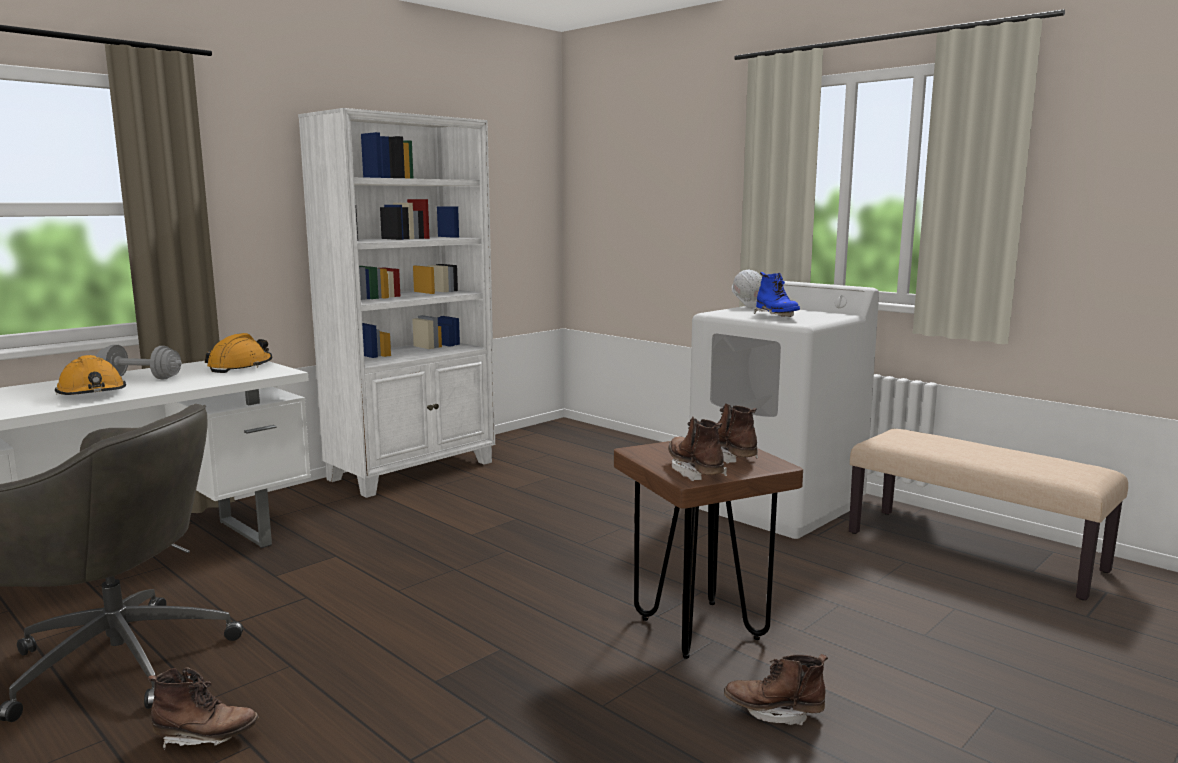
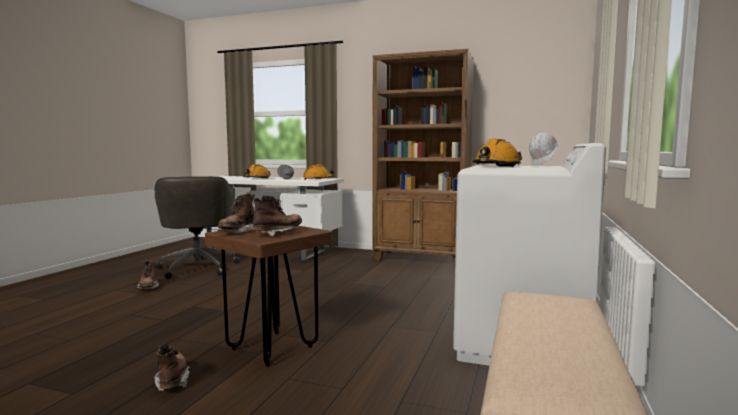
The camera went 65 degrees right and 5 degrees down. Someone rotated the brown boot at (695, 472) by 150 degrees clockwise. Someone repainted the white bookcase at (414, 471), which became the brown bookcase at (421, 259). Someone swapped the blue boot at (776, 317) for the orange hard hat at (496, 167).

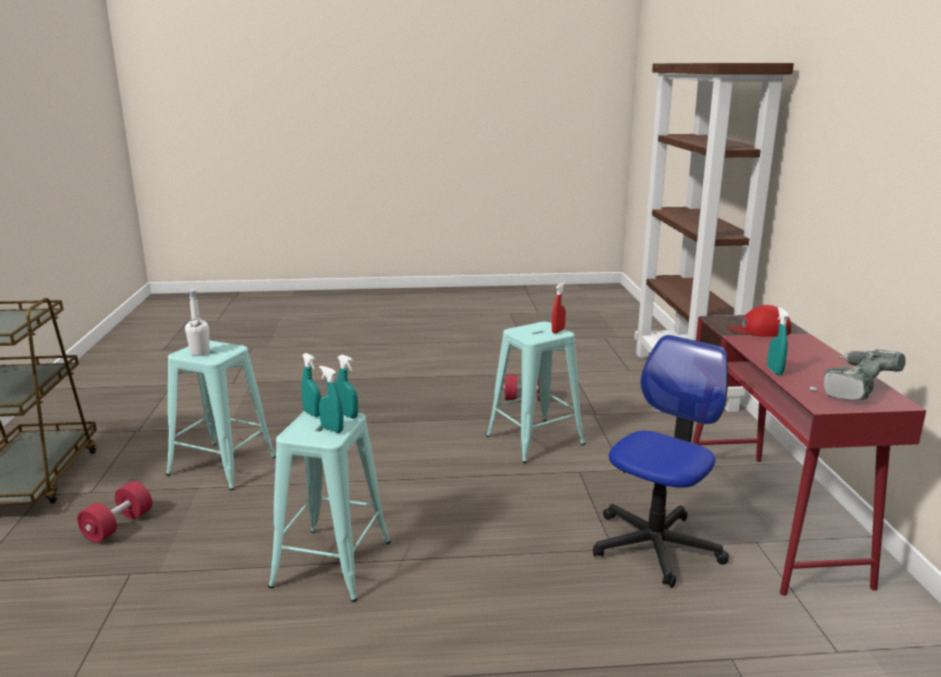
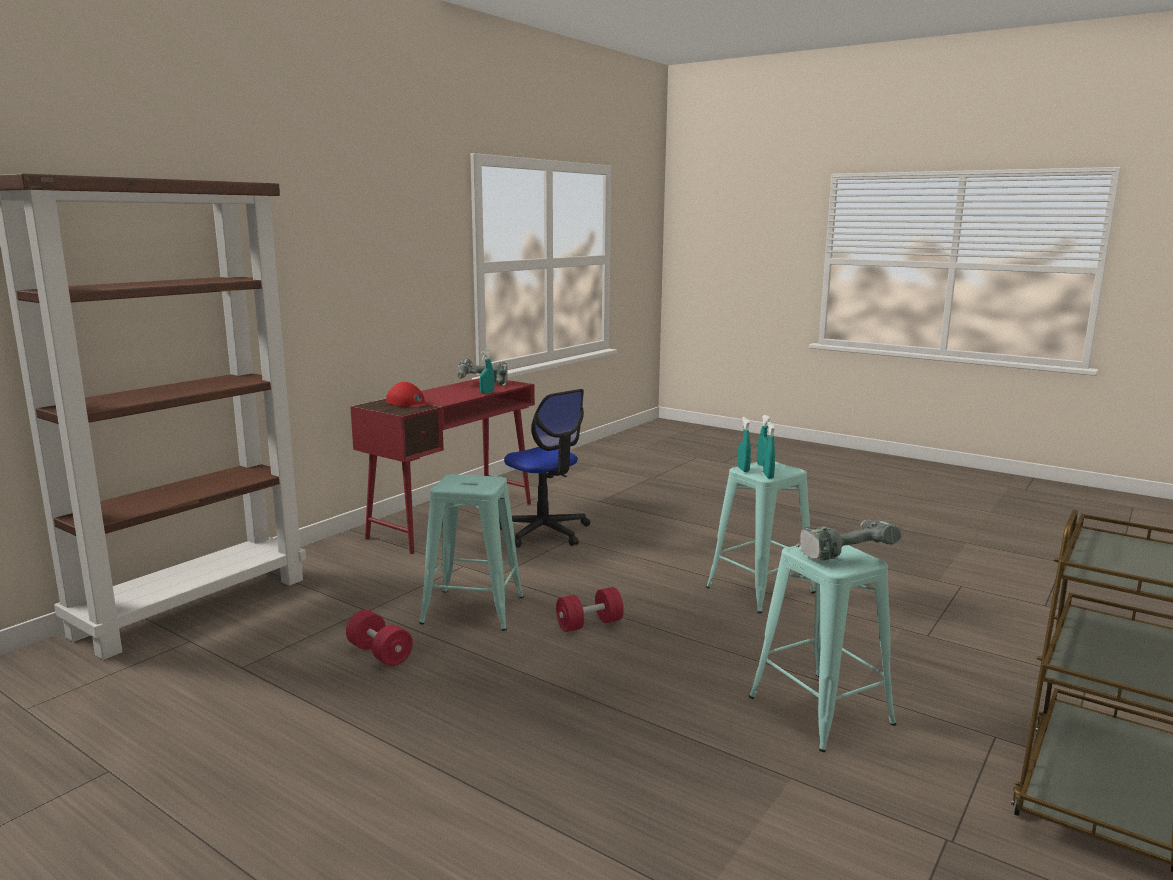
The camera went 140 degrees left and 5 degrees down. Someone rotated the office chair at (655, 546) by 120 degrees counterclockwise. Someone carried the red dumbbell from (118, 526) to (589, 624). Someone swapped the white bottle at (200, 353) for the power drill at (844, 554). Someone took away the red spray bottle at (558, 331).

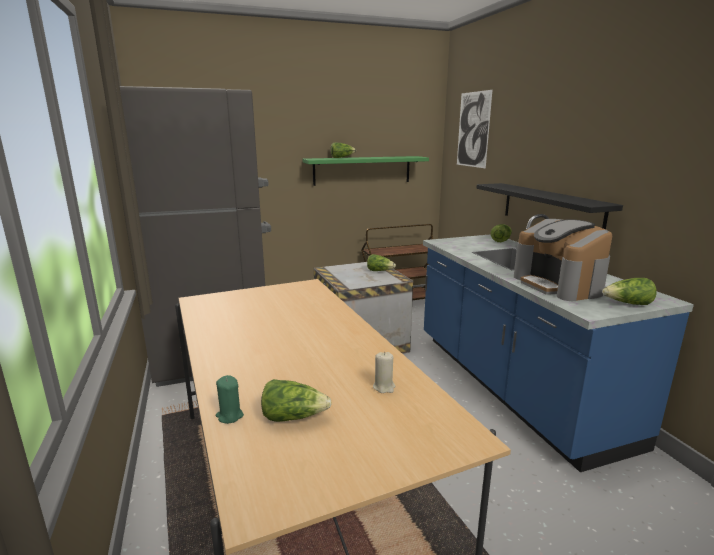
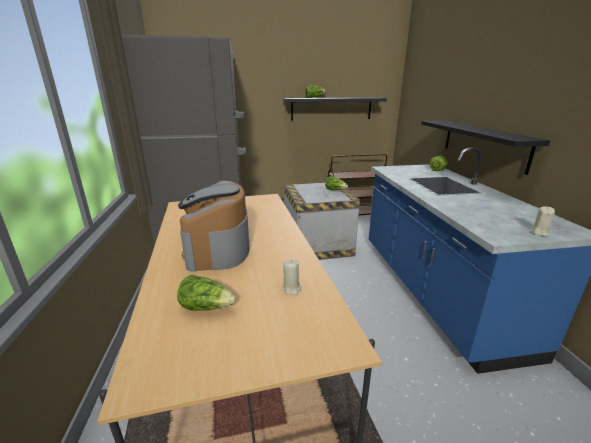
The camera went 10 degrees right and 5 degrees up. Someone carried the coffee machine from (558, 285) to (217, 249). Someone repainted the green shelf at (362, 170), which became the black shelf at (331, 108). Someone swapped the lettuce at (627, 304) for the beige candle at (539, 233). Someone took away the green candle at (229, 416). Someone took away the picture at (473, 129).

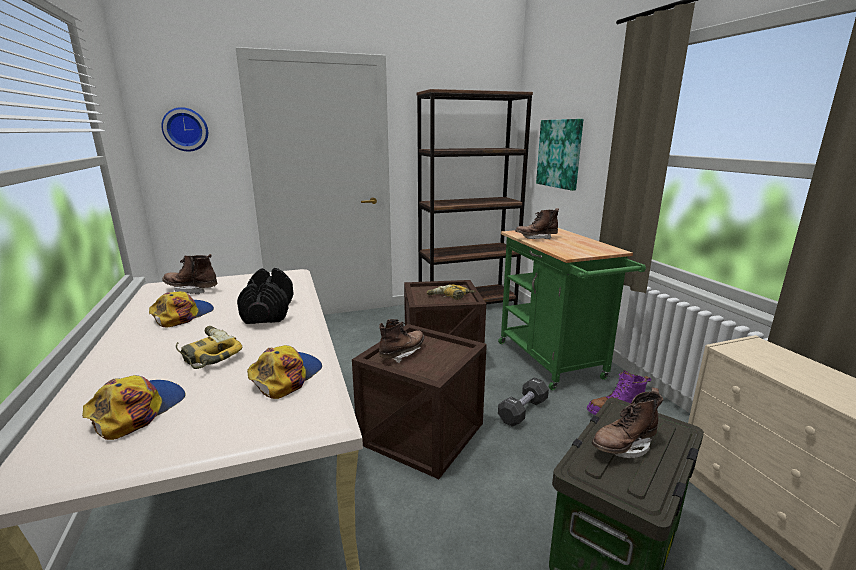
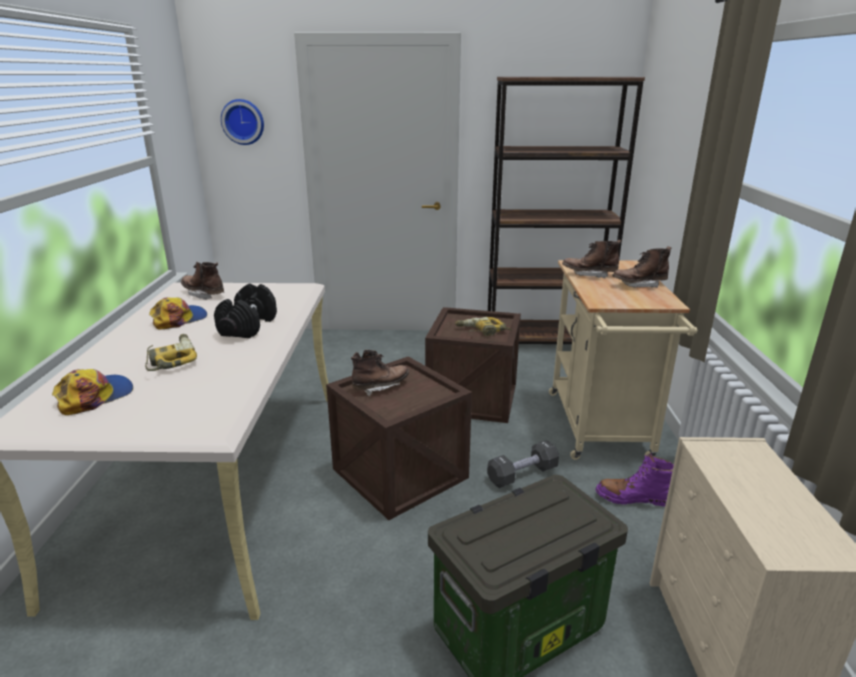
The camera went 20 degrees right and 5 degrees up. Someone repainted the green cart at (554, 363), which became the beige cart at (600, 429). Someone carried the brown boot from (623, 446) to (639, 285). Someone took away the cap at (286, 376). Someone took away the picture at (560, 153).

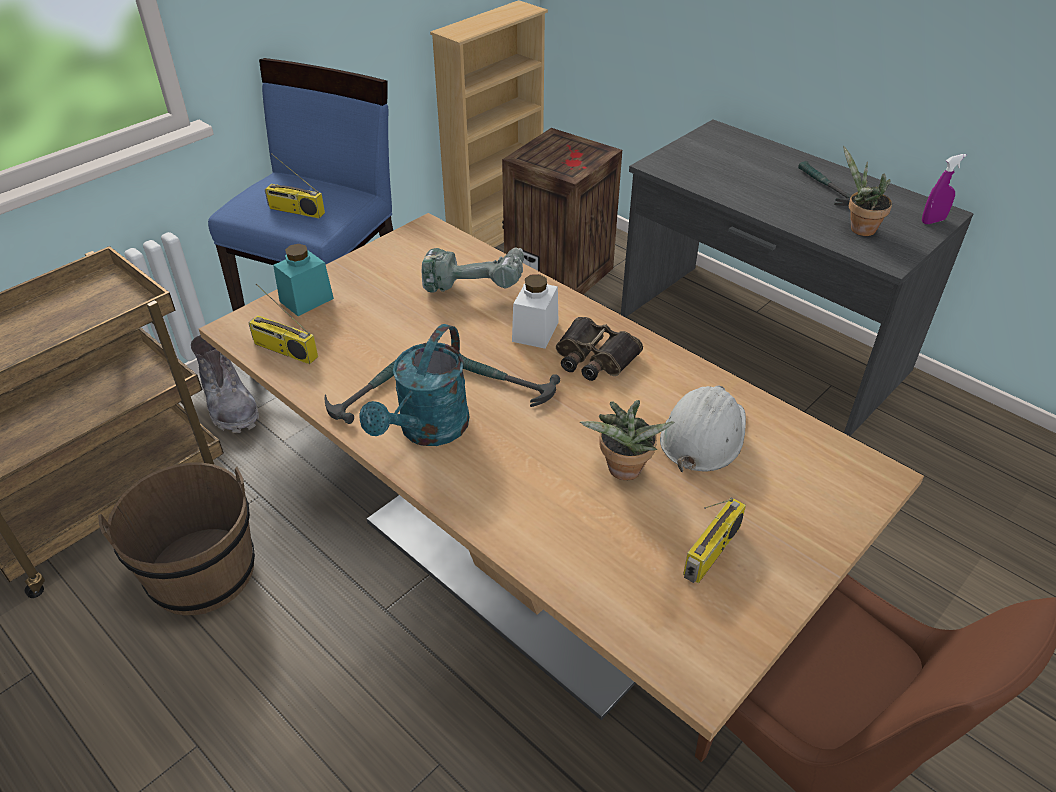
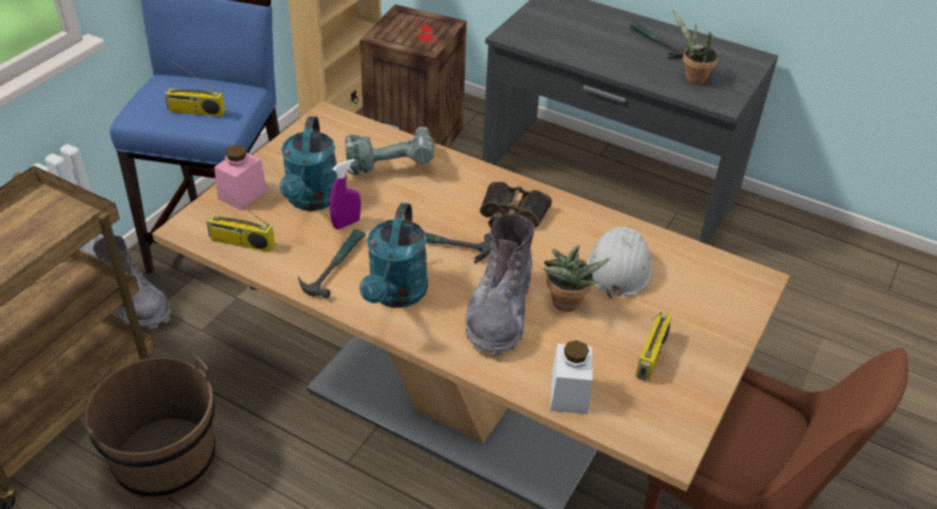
The camera went 15 degrees left and 0 degrees up. Someone repainted the turquoise jar at (306, 300), which became the pink jar at (242, 195). Someone put down the turquoise watering can at (311, 201). Someone carried the purple spray bottle from (933, 221) to (346, 223). Someone put down the grey boot at (499, 312). Someone carried the white jar from (535, 332) to (569, 393).

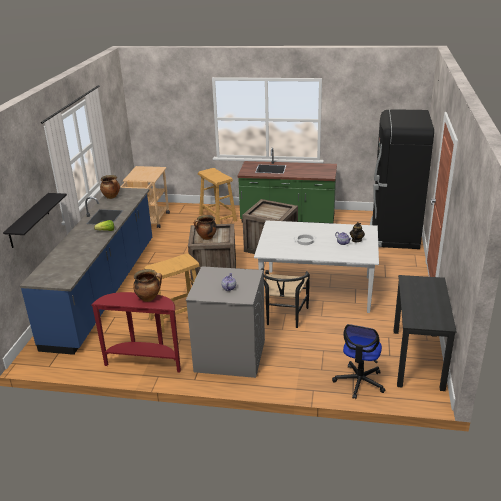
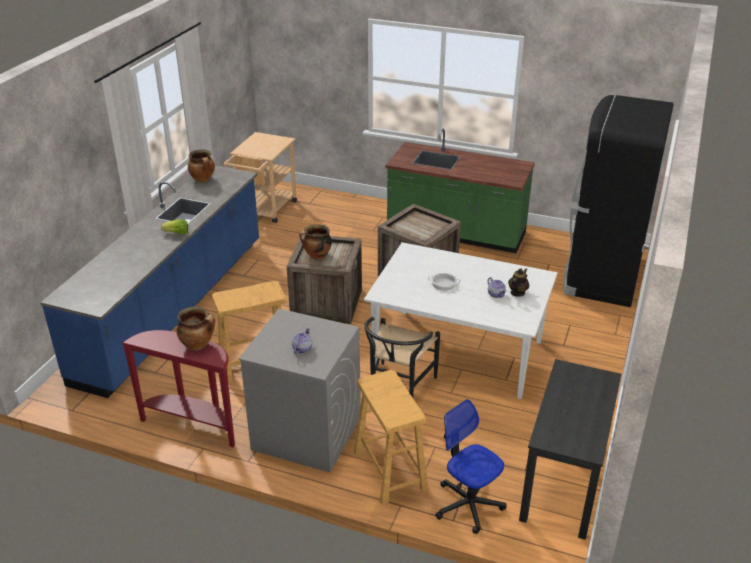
The camera went 10 degrees right and 5 degrees up. Someone carried the beige stool from (218, 217) to (390, 471). Someone rotated the office chair at (359, 382) by 105 degrees clockwise. Someone took away the black shelf at (29, 220).

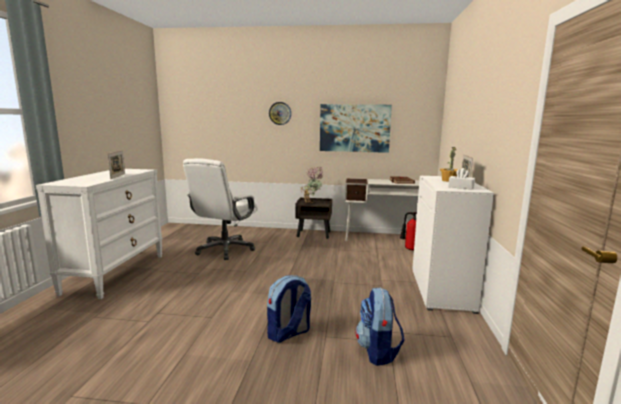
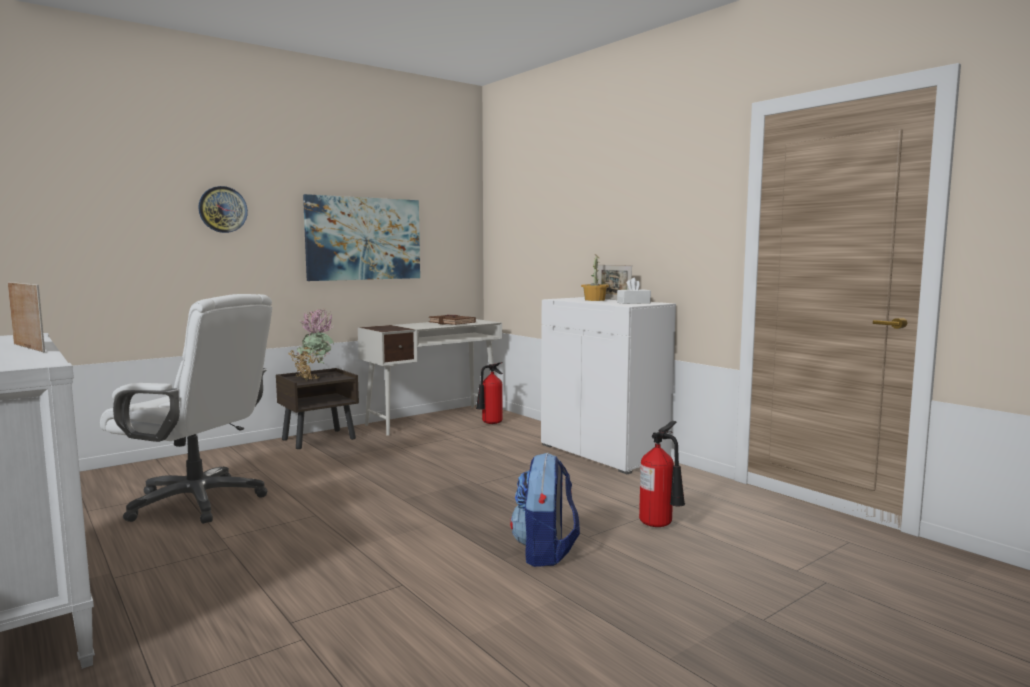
The camera went 45 degrees left and 5 degrees down. Someone rotated the white office chair at (225, 249) by 45 degrees counterclockwise. Someone swapped the backpack at (378, 351) for the fire extinguisher at (660, 525).

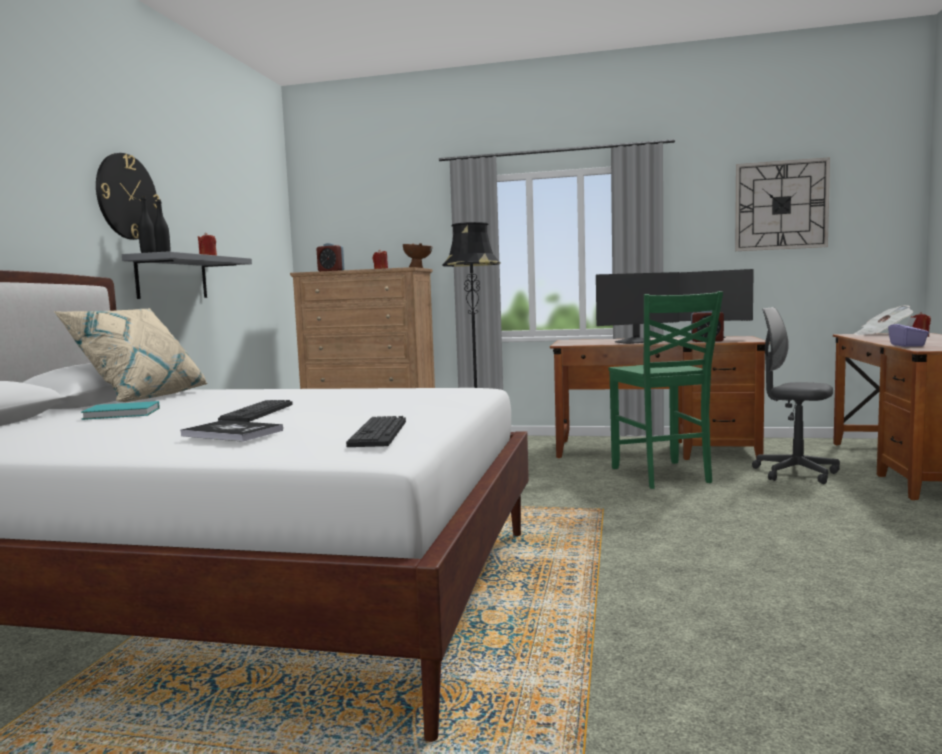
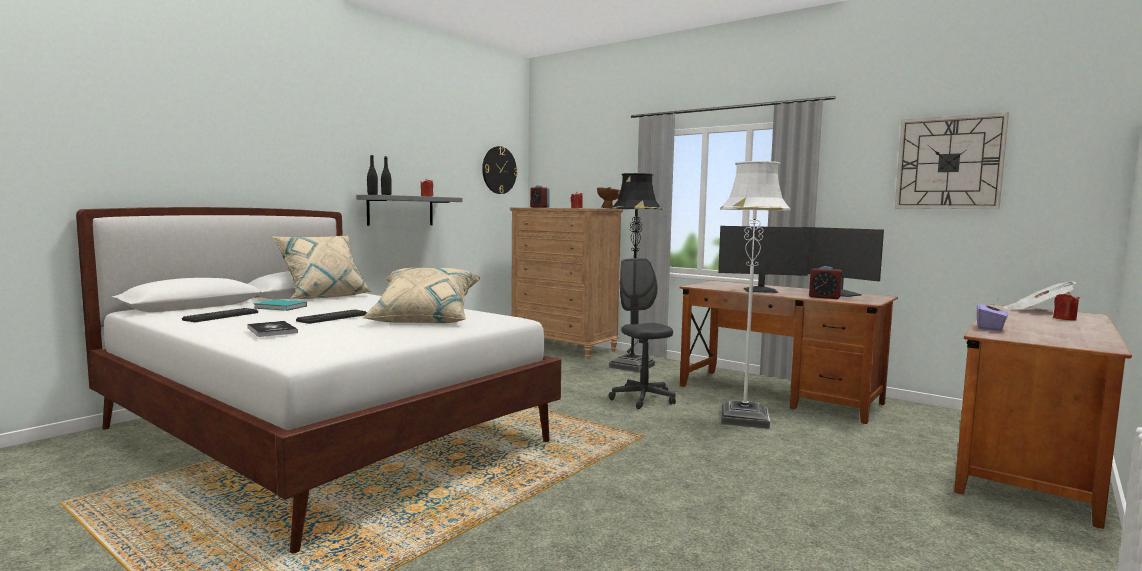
The camera went 25 degrees right and 0 degrees up. Someone carried the keyboard from (378, 433) to (221, 316). Someone put down the beige pillow at (424, 319). Someone carried the wall clock from (126, 197) to (499, 170). Someone carried the grey office chair from (795, 473) to (642, 398). Someone swapped the green chair at (662, 475) for the white floor lamp at (744, 418).

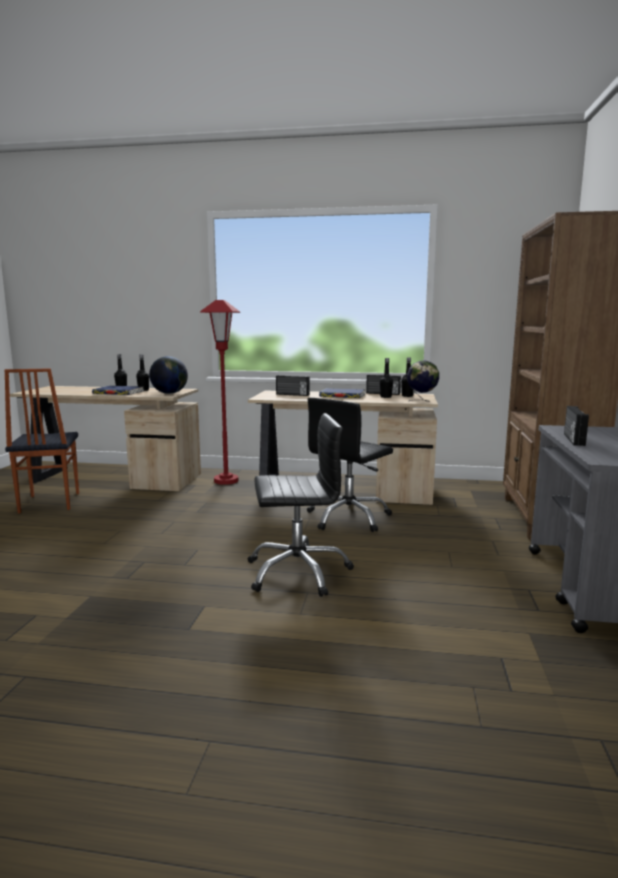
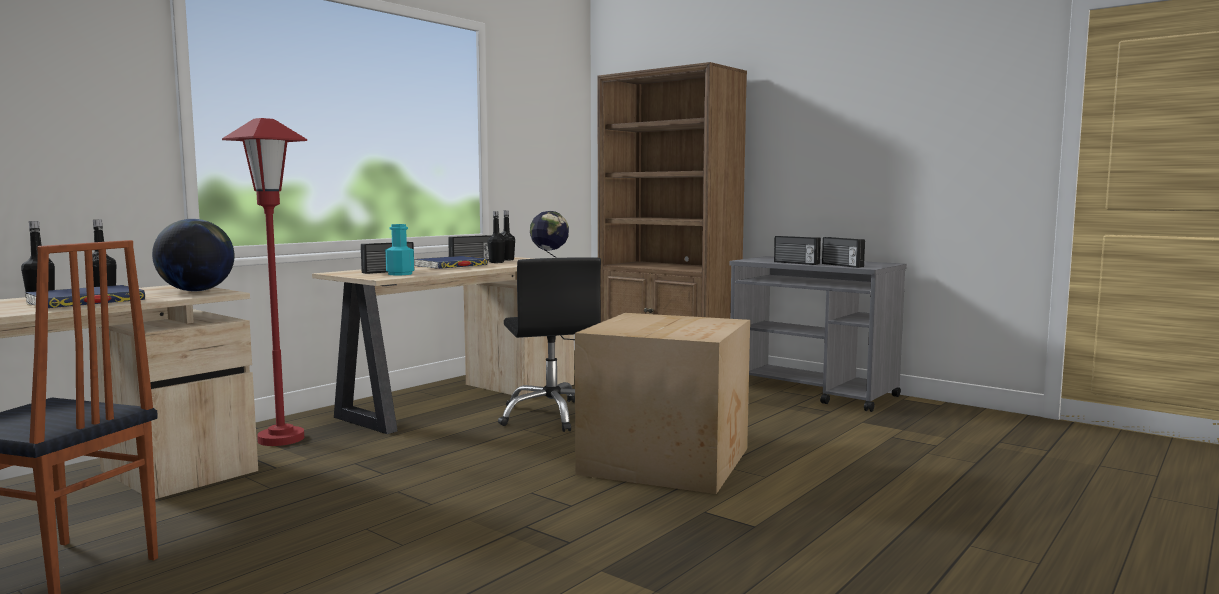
The camera went 60 degrees left and 5 degrees down. Someone put down the turquoise bottle at (400, 274). Someone swapped the black office chair at (297, 572) for the cardboard box at (668, 460). Someone put down the radio at (841, 265).

